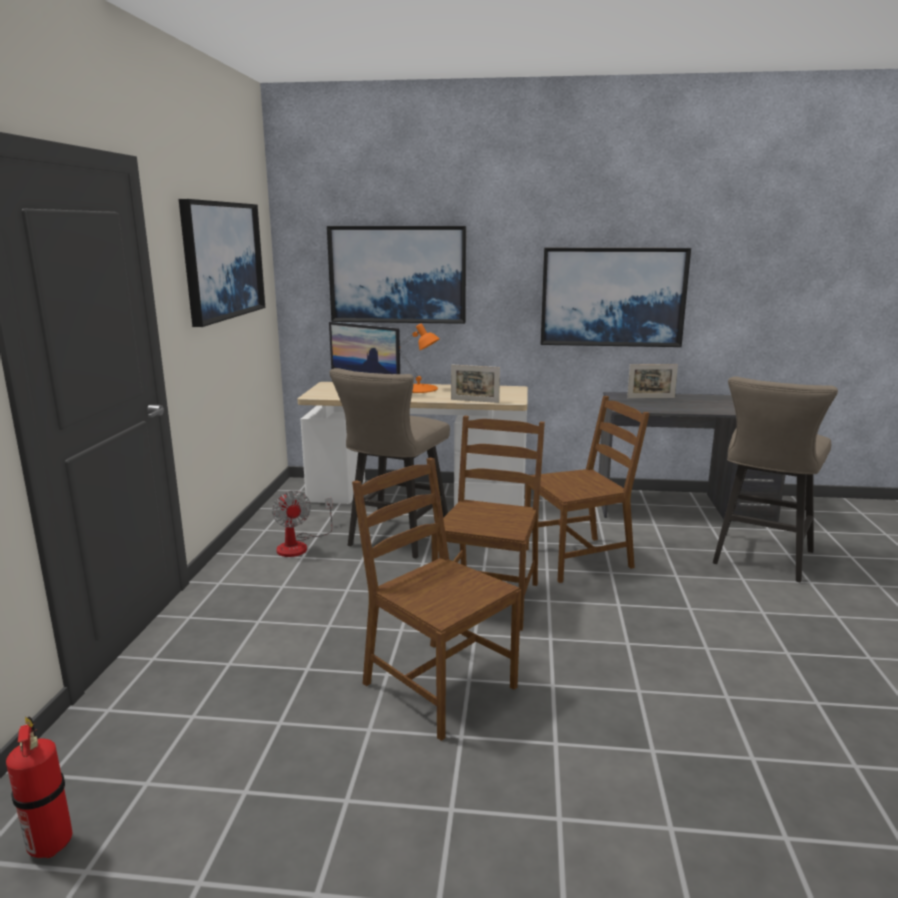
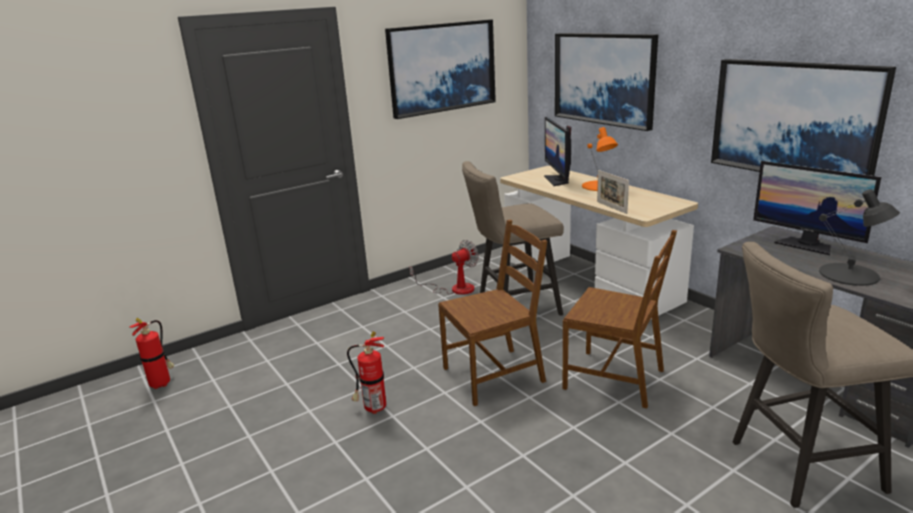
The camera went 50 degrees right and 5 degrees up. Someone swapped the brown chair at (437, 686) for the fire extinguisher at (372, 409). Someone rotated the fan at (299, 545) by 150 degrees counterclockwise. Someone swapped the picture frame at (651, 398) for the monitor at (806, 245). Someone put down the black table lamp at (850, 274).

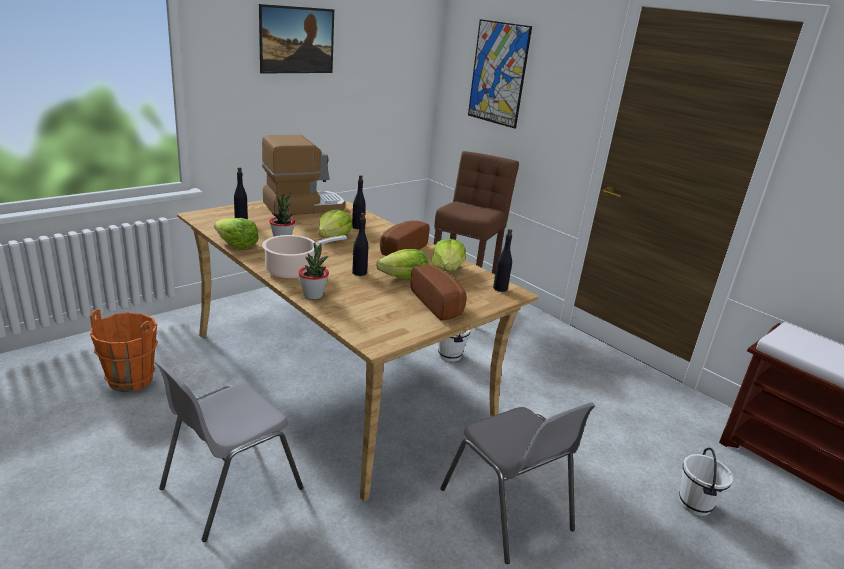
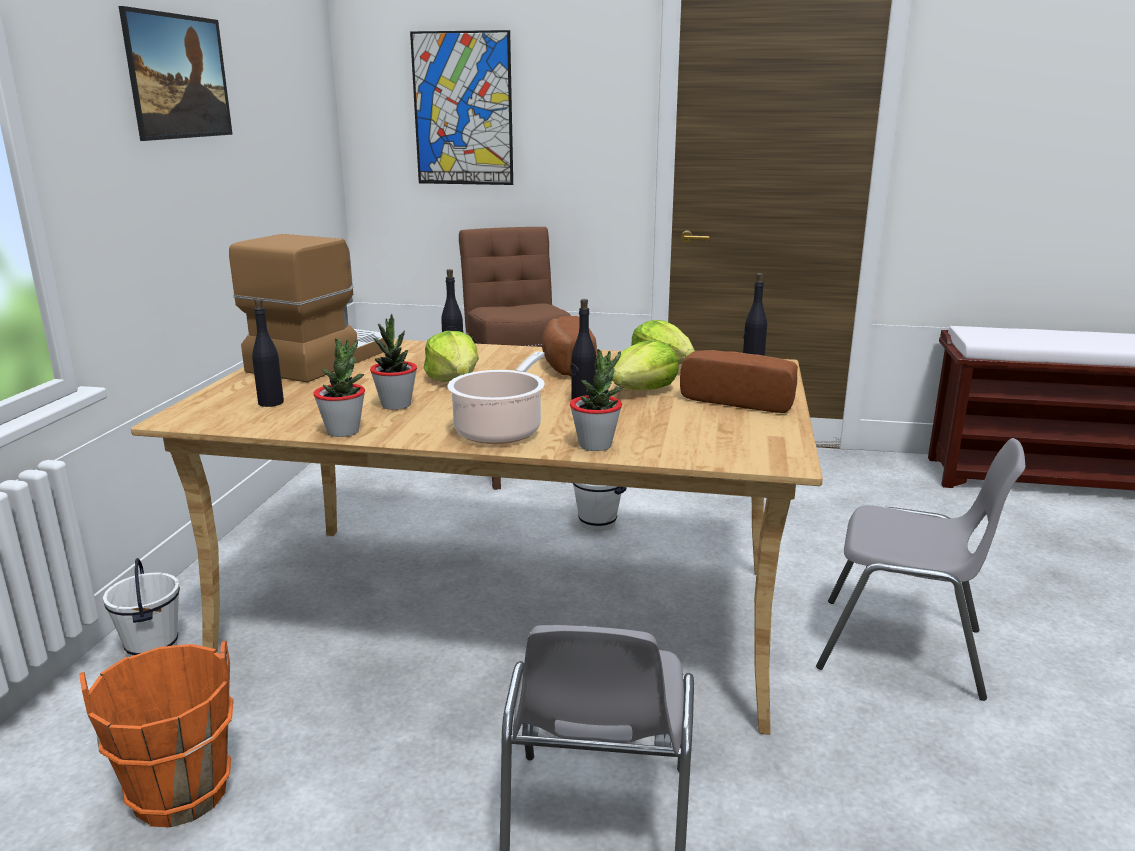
The camera went 35 degrees left and 5 degrees down. Someone carried the white bucket from (694, 504) to (151, 649). Someone swapped the lettuce at (236, 245) for the potted plant at (343, 431).

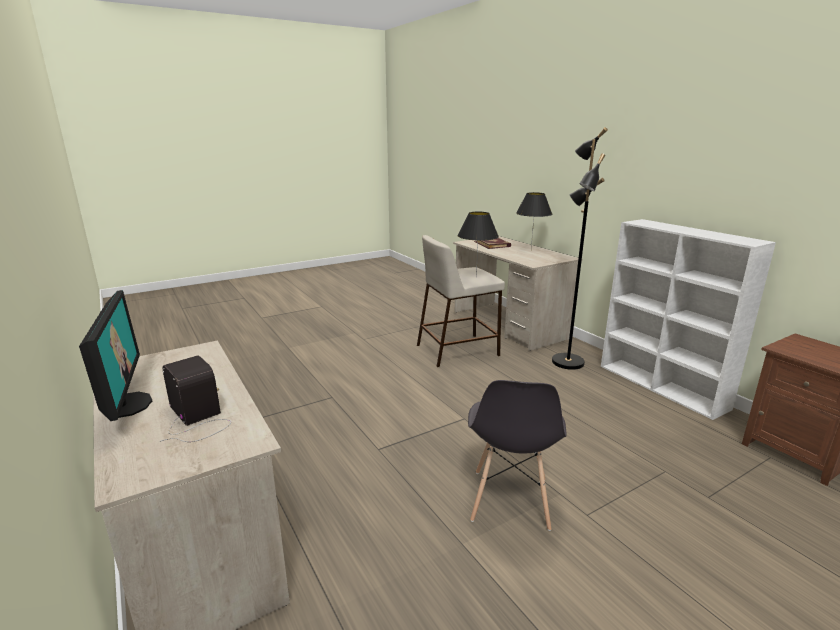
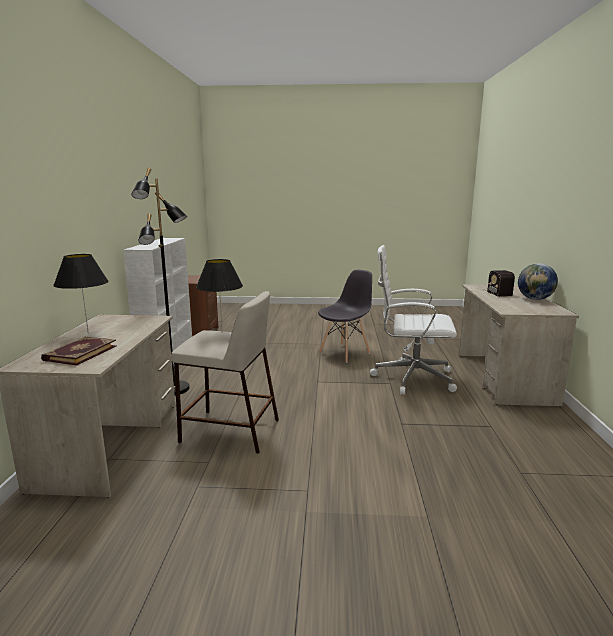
The camera went 145 degrees left and 5 degrees down. Someone put down the white office chair at (411, 378). Someone swapped the monitor at (126, 405) for the globe at (535, 299).

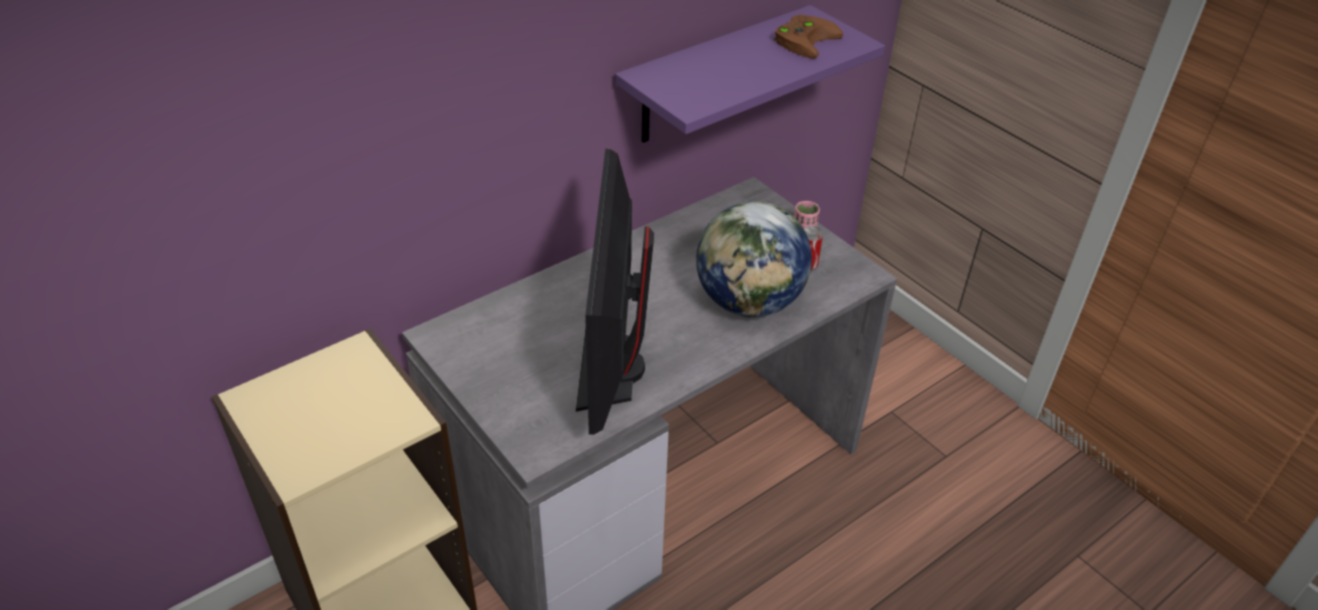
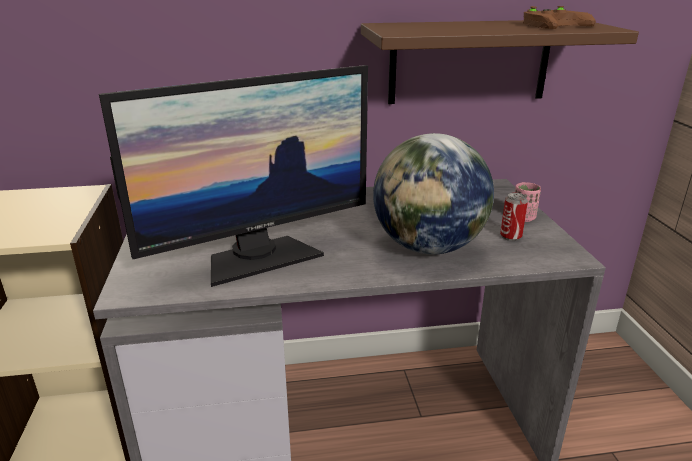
The camera went 30 degrees right and 15 degrees down. Someone rotated the monitor at (611, 368) by 150 degrees counterclockwise. Someone repainted the purple shelf at (715, 76), which became the brown shelf at (469, 62).

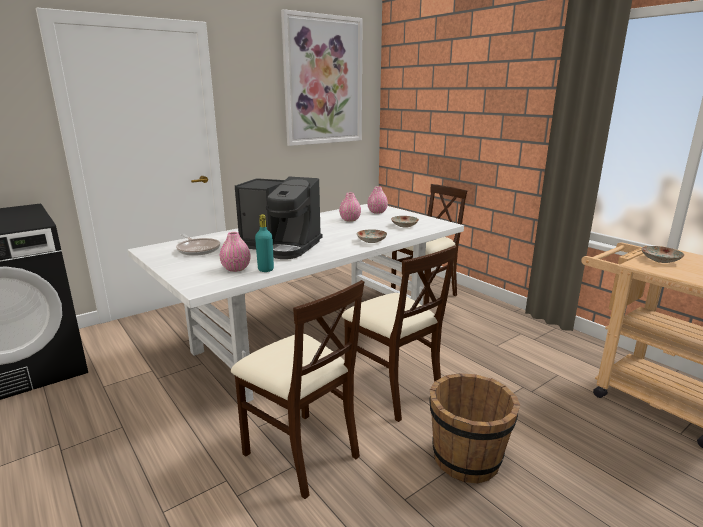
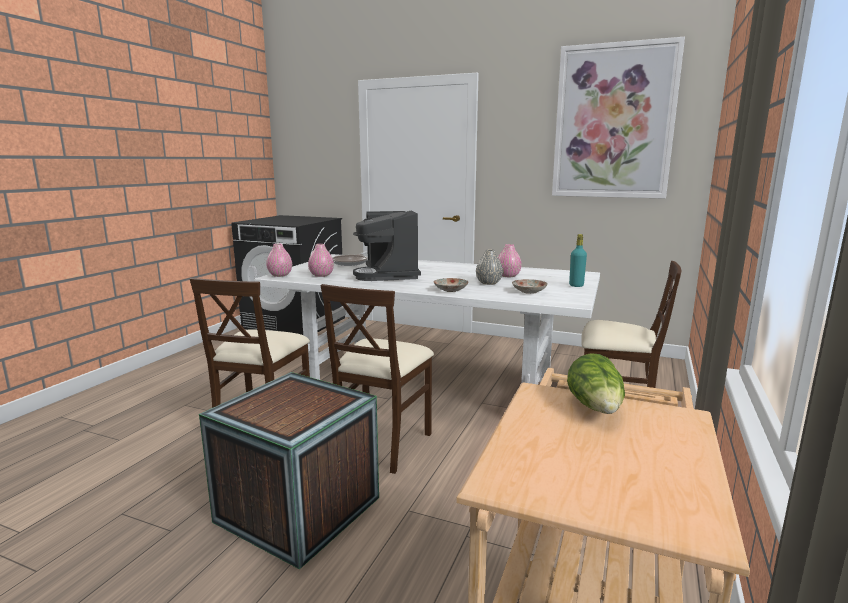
The camera went 60 degrees right and 5 degrees down. Someone swapped the brown bucket at (467, 458) for the crate at (298, 509). Someone carried the pink vase from (377, 212) to (280, 275). Someone put down the grey vase at (489, 283). Someone swapped the plate at (659, 260) for the lettuce at (596, 408). Someone carried the turquoise bottle from (266, 269) to (576, 285).

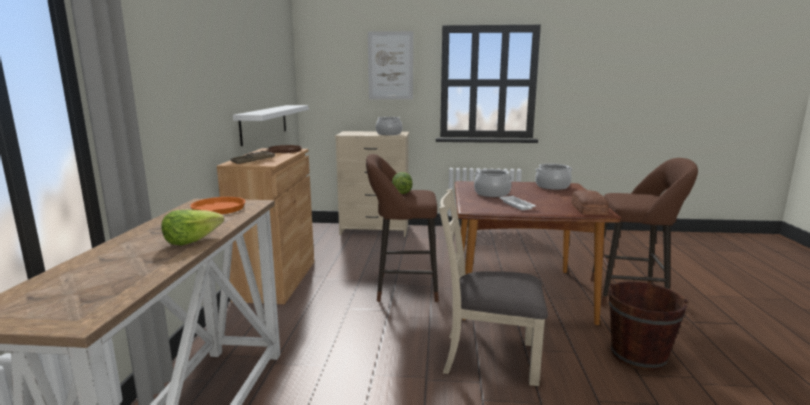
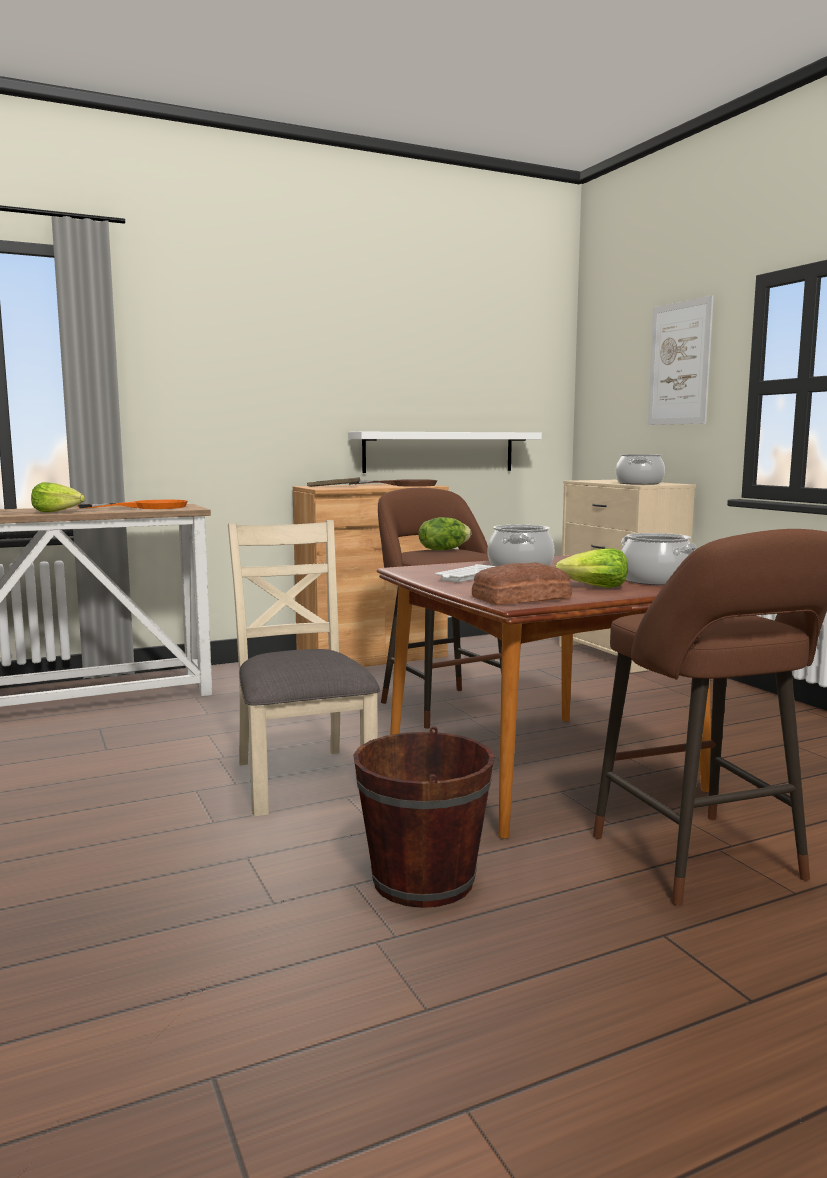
The camera went 60 degrees right and 5 degrees down. Someone put down the lettuce at (594, 587).

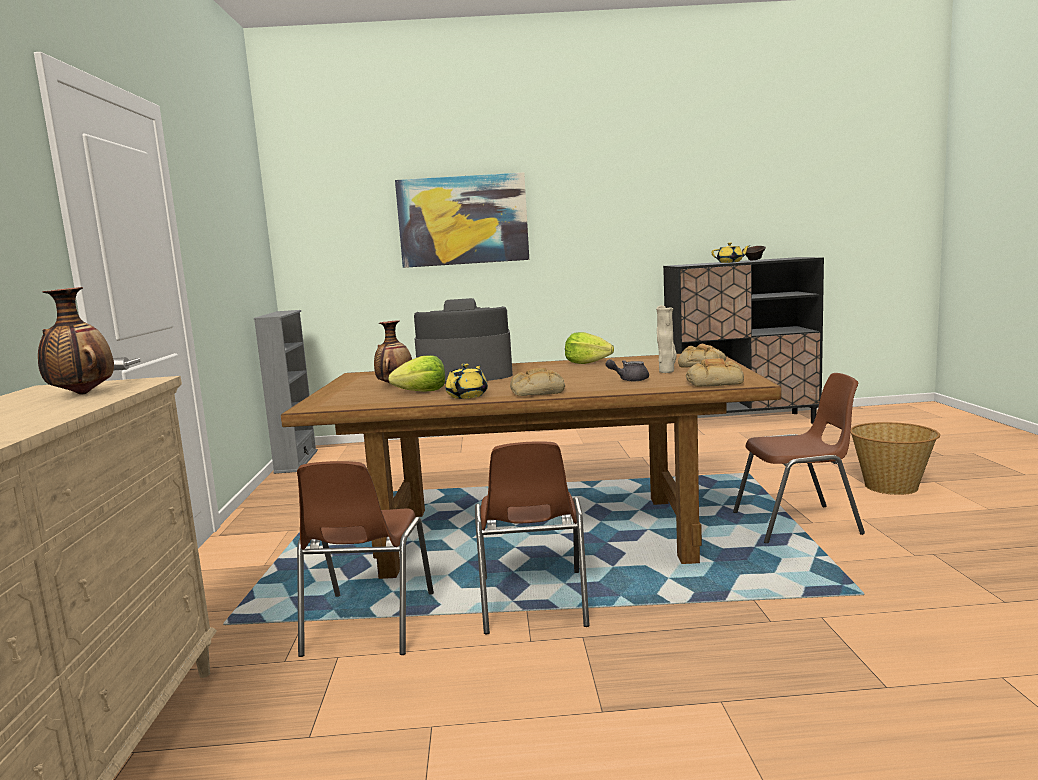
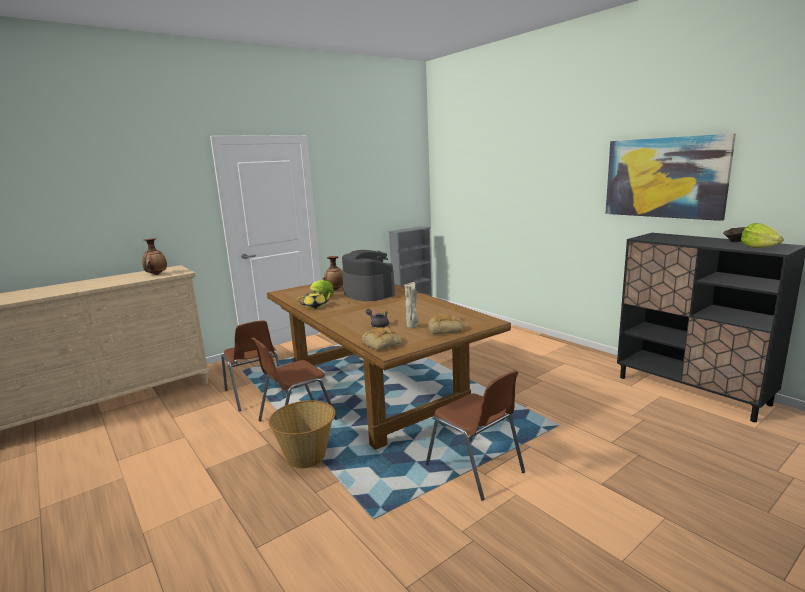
The camera went 55 degrees right and 5 degrees up. Someone rotated the brown chair at (367, 624) by 90 degrees counterclockwise. Someone carried the basket from (891, 486) to (307, 457). Someone carried the picture from (463, 220) to (664, 177). Someone carried the lettuce from (587, 363) to (759, 247). Someone took away the bread at (537, 392). Someone took away the yellow teapot at (730, 262).

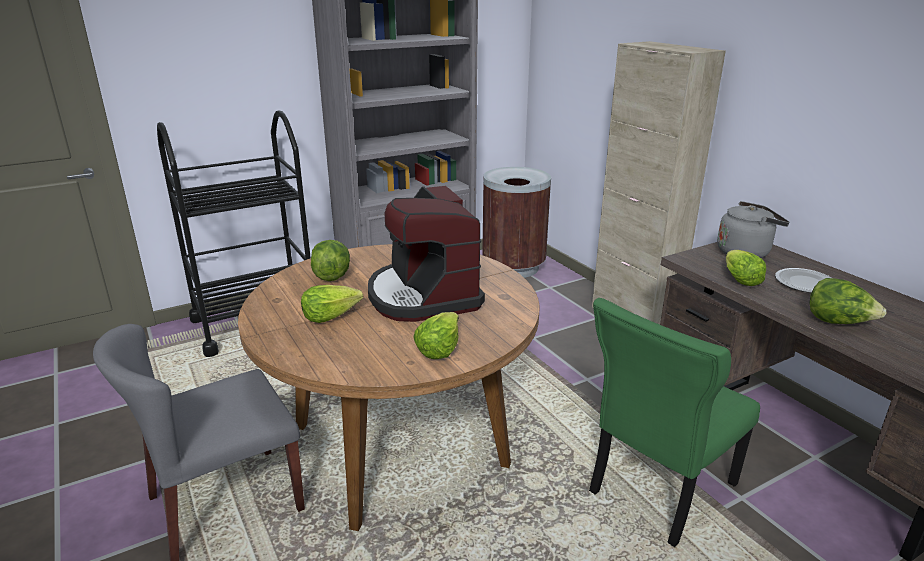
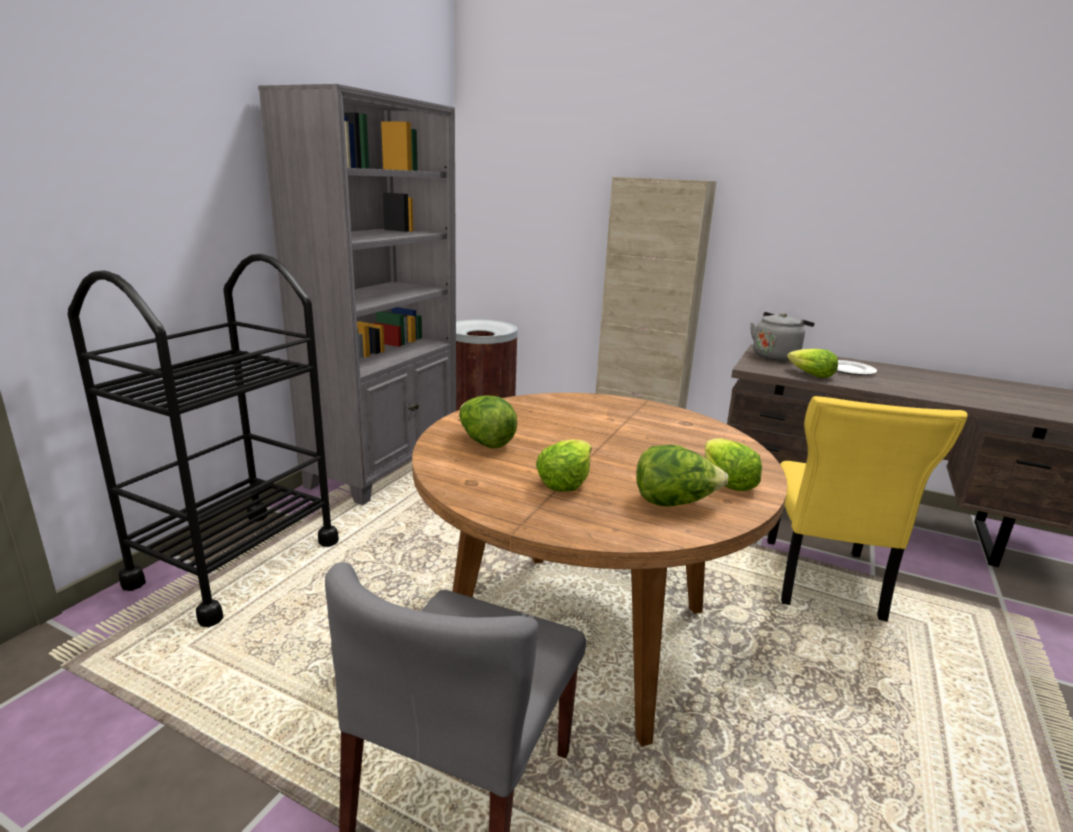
The camera went 35 degrees left and 5 degrees down. Someone carried the lettuce from (838, 322) to (674, 502). Someone repainted the green chair at (658, 490), which became the yellow chair at (822, 581). Someone took away the coffee machine at (423, 295).

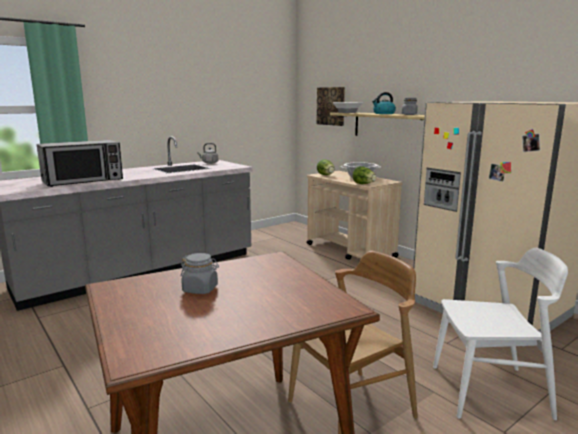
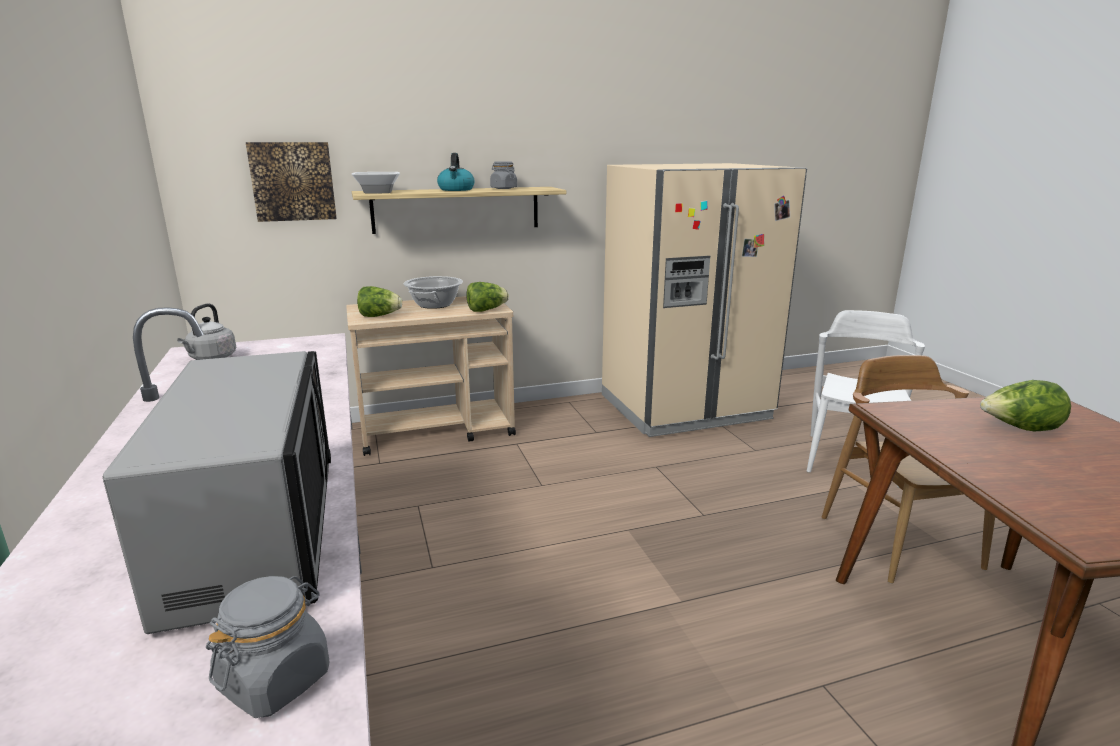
The camera went 70 degrees left and 5 degrees up. Someone carried the grey jar from (200, 289) to (275, 680). Someone put down the lettuce at (1019, 429).

